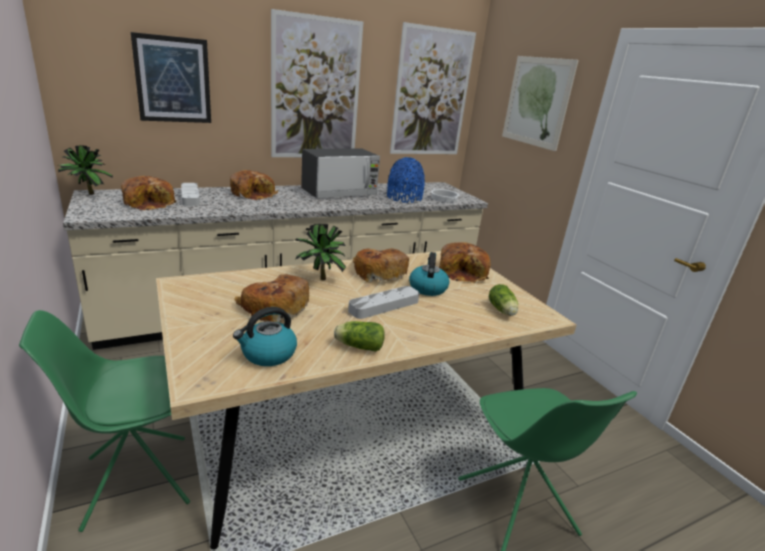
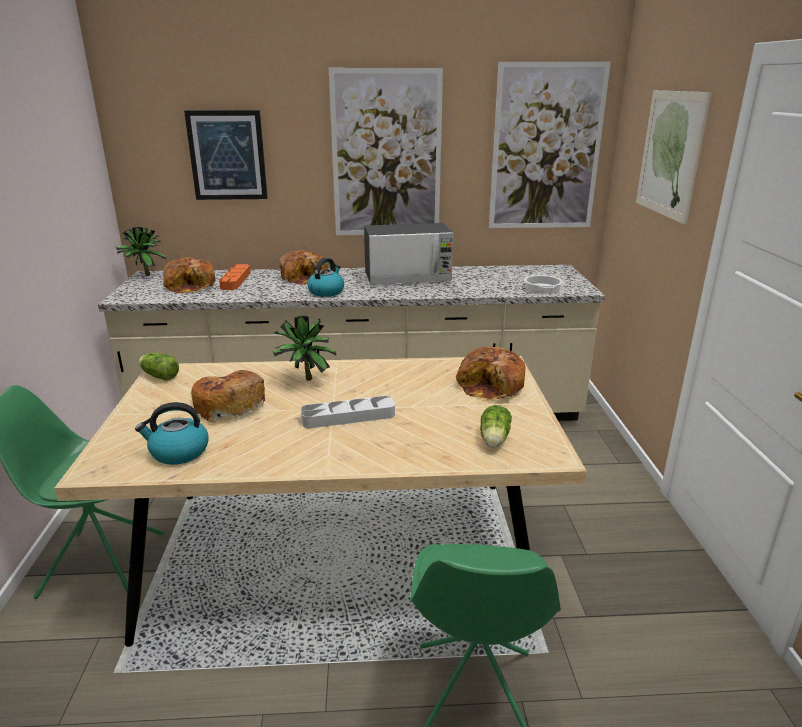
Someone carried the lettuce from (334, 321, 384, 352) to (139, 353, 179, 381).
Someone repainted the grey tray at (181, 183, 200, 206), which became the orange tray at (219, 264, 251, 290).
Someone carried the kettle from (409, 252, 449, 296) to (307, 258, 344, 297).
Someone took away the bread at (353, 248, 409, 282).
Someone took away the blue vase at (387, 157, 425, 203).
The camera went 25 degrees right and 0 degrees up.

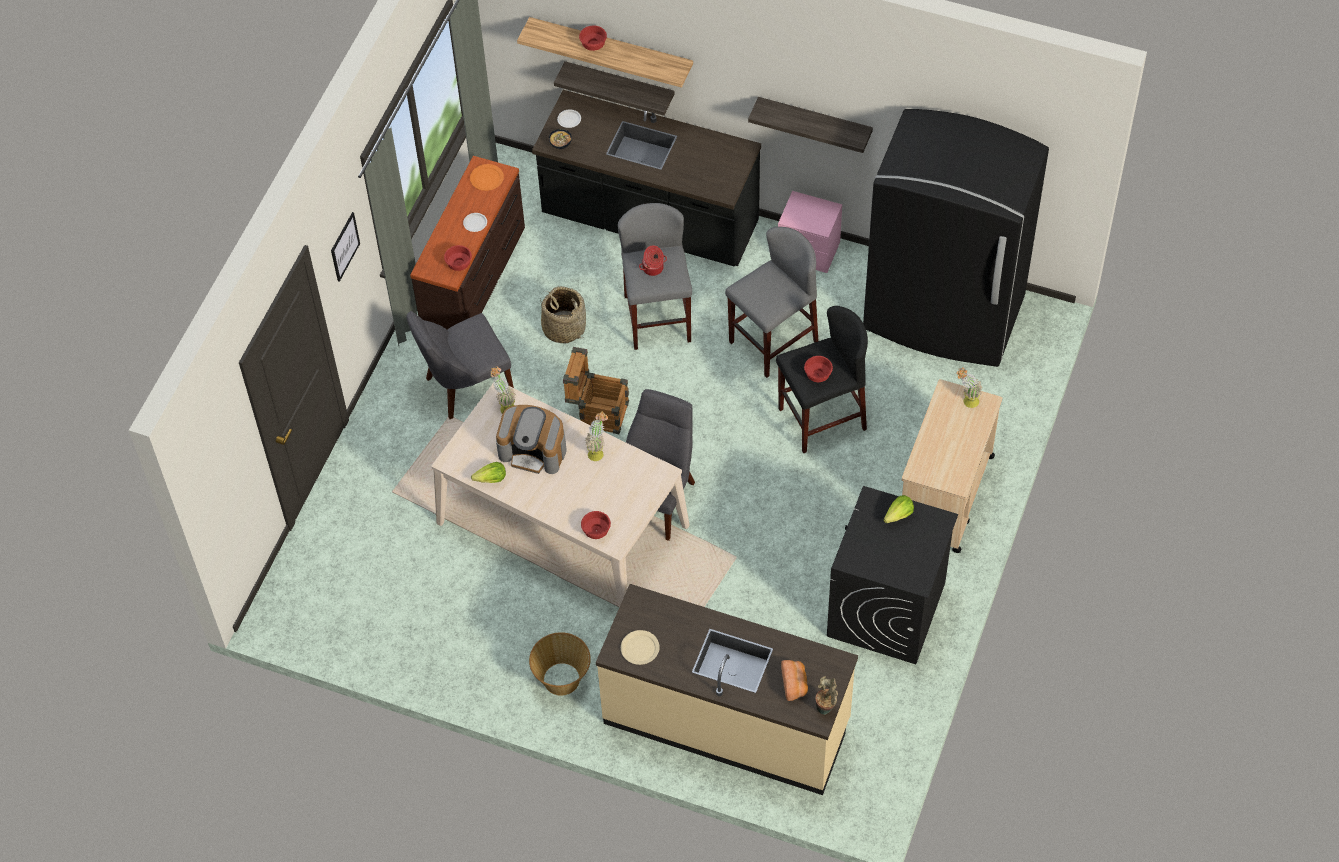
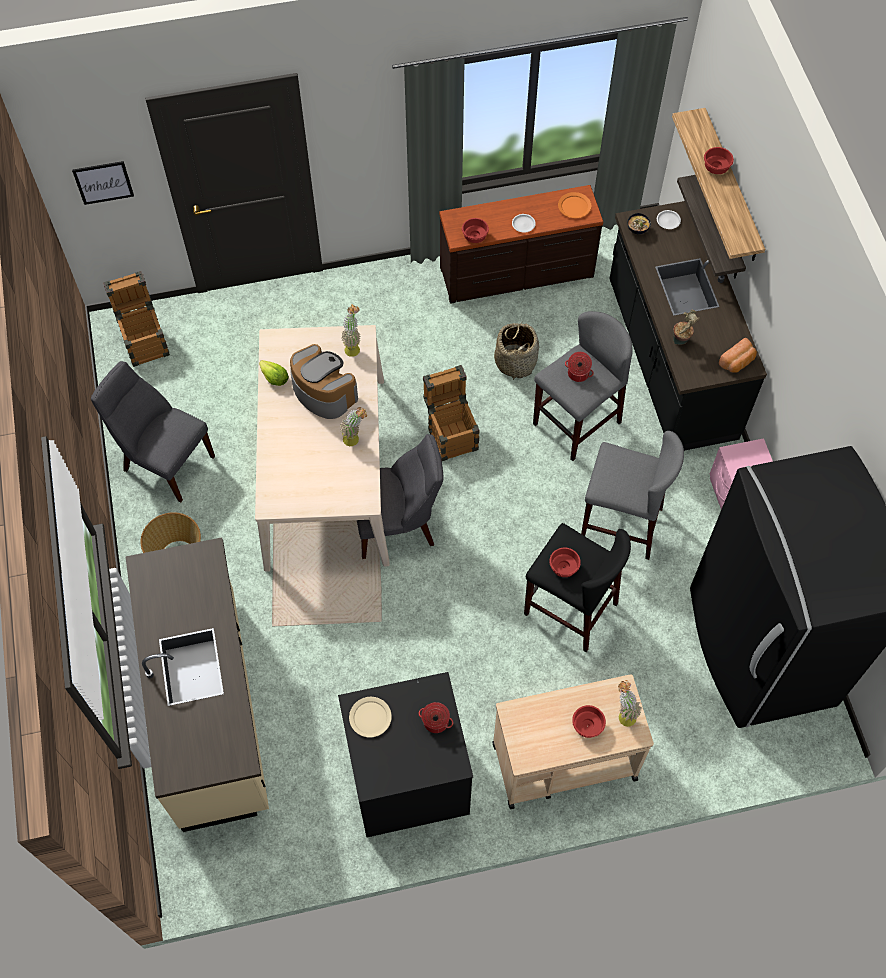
Someone carried the picture from (331, 212, 360, 282) to (72, 161, 134, 205).
Someone carried the grey chair from (406, 311, 514, 419) to (91, 361, 215, 503).
Someone put down the crate at (103, 271, 170, 367).
Someone rotated the coffee machine at (496, 405, 567, 474) by 150 degrees clockwise.
Someone carried the beige plate from (621, 630, 660, 665) to (349, 697, 392, 738).
Someone swapped the lettuce at (883, 495, 914, 523) for the cooking pot at (418, 702, 453, 733).
Someone carried the red bowl from (581, 511, 611, 539) to (572, 705, 606, 738).
Someone carried the potted plant from (815, 676, 838, 715) to (673, 310, 700, 345).
Someone carried the bread from (781, 660, 808, 701) to (719, 338, 757, 373).
Someone took away the shelf at (748, 97, 873, 153).
The camera went 55 degrees right and 5 degrees up.

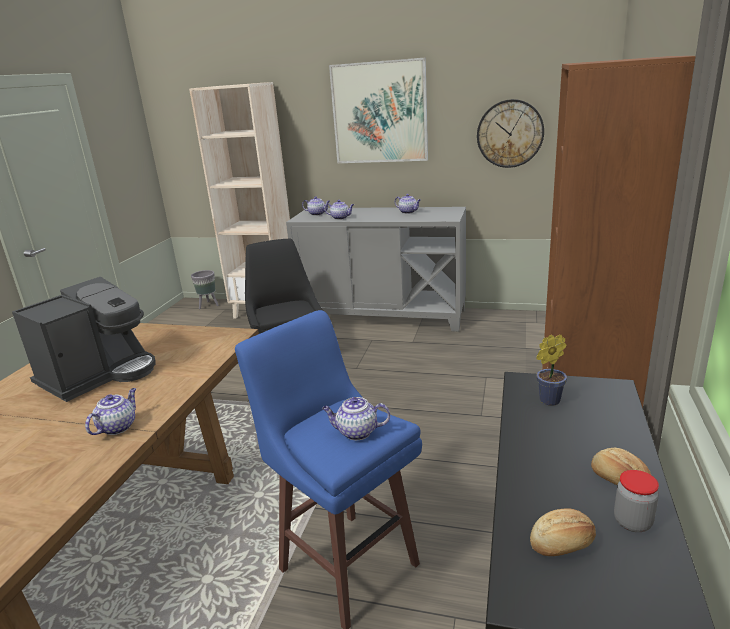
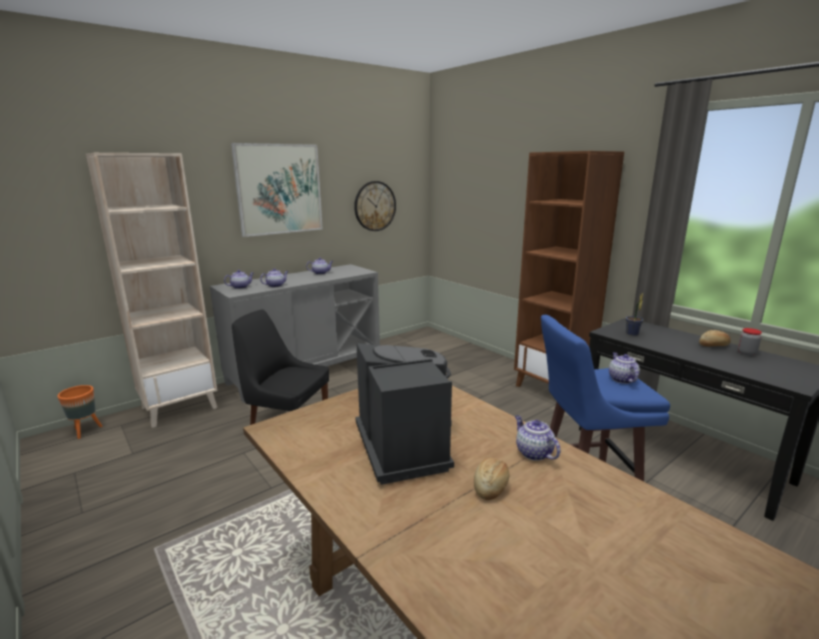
Someone repainted the grey planter at (191, 270, 219, 309), which became the orange planter at (57, 385, 102, 439).
Someone carried the bread from (530, 508, 596, 556) to (474, 458, 510, 500).
Someone rotated the teapot at (322, 397, 390, 440) by 135 degrees clockwise.
The camera went 55 degrees left and 5 degrees down.

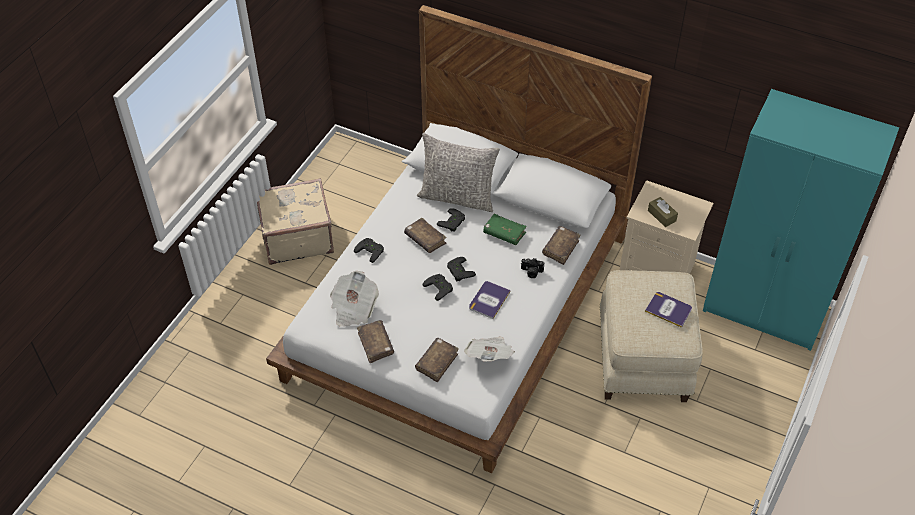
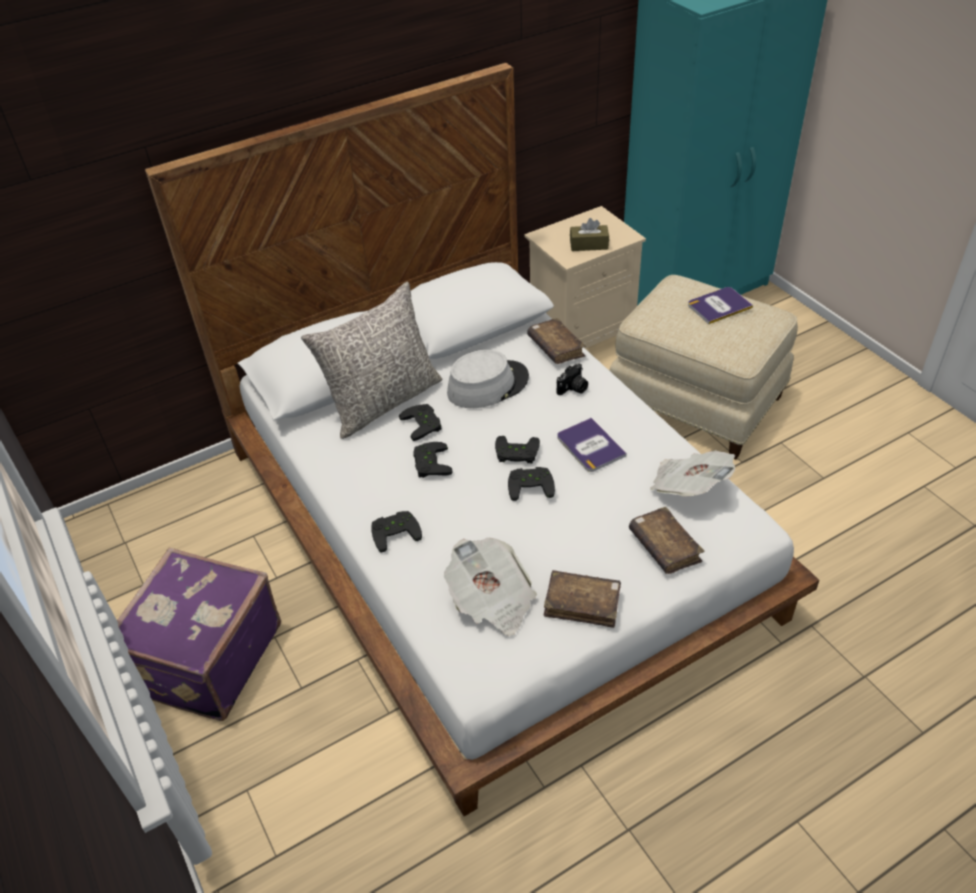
Someone repainted the beige suitcase at (257, 178, 334, 265), which became the purple suitcase at (117, 548, 281, 721).
Someone swapped the brown book at (404, 218, 447, 253) for the black game controller at (413, 442, 452, 478).
Someone swapped the green book at (483, 214, 527, 245) for the grey hat at (447, 350, 529, 408).
The camera went 55 degrees left and 5 degrees down.

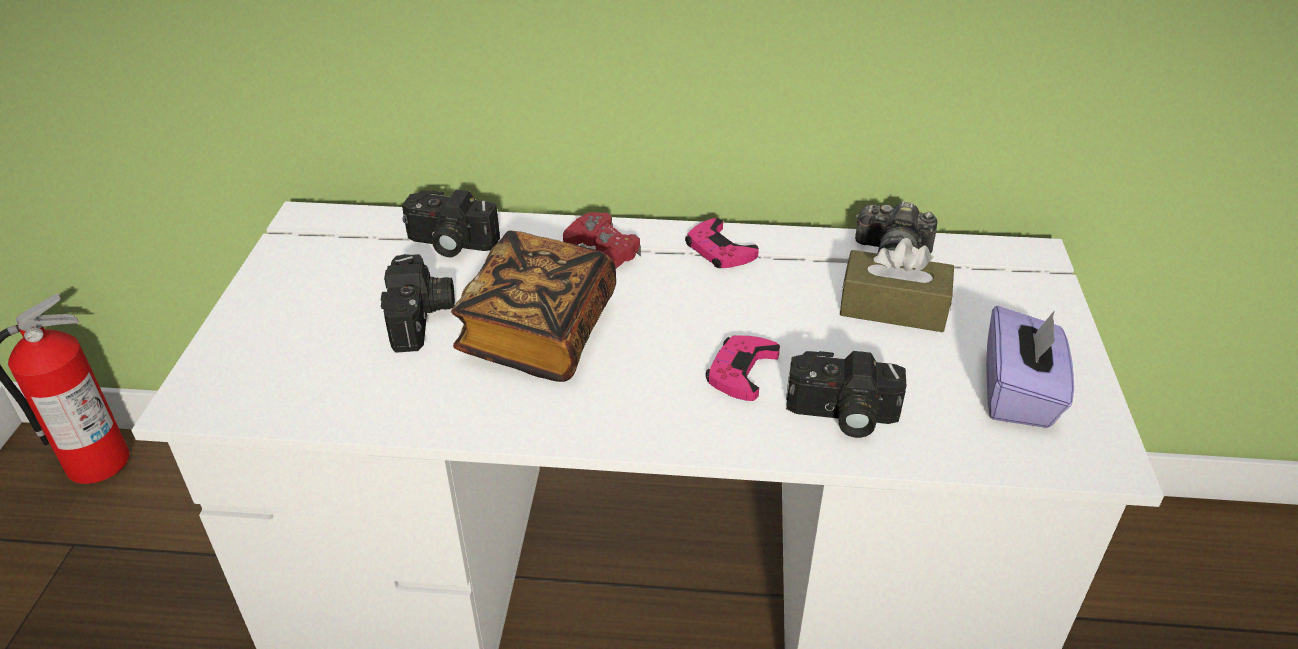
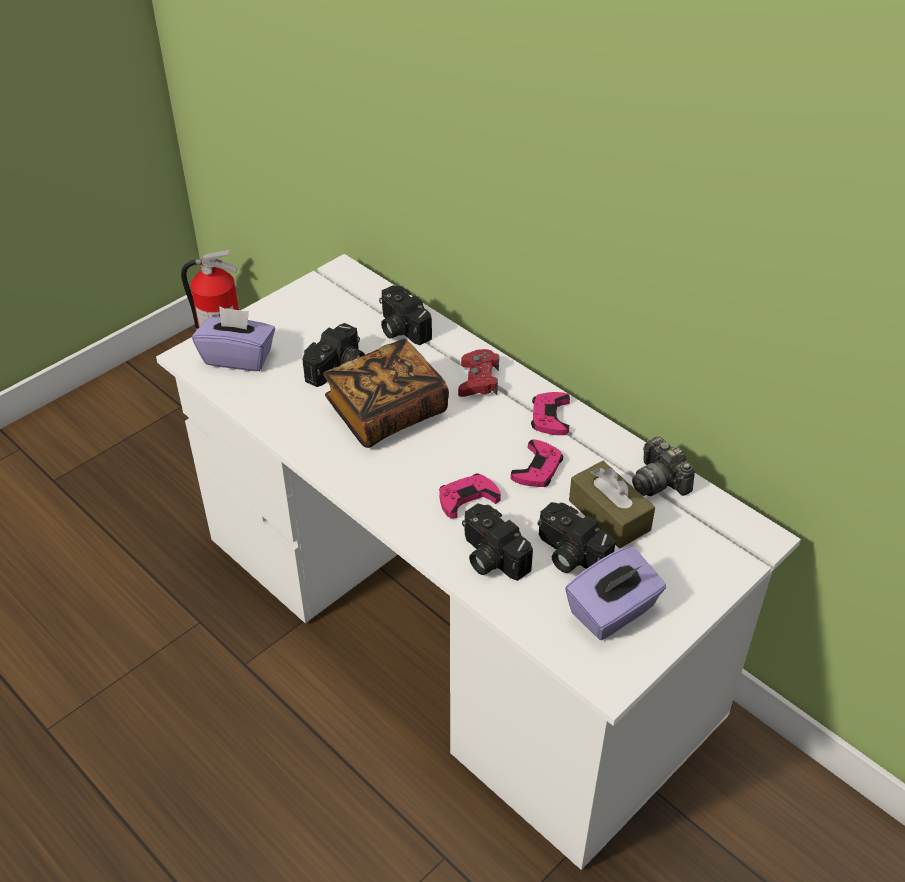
Someone put down the purple tissue box at (192, 306, 275, 371).
Someone put down the pink game controller at (511, 439, 563, 487).
Someone put down the photo camera at (538, 502, 615, 573).
The camera went 40 degrees right and 5 degrees up.

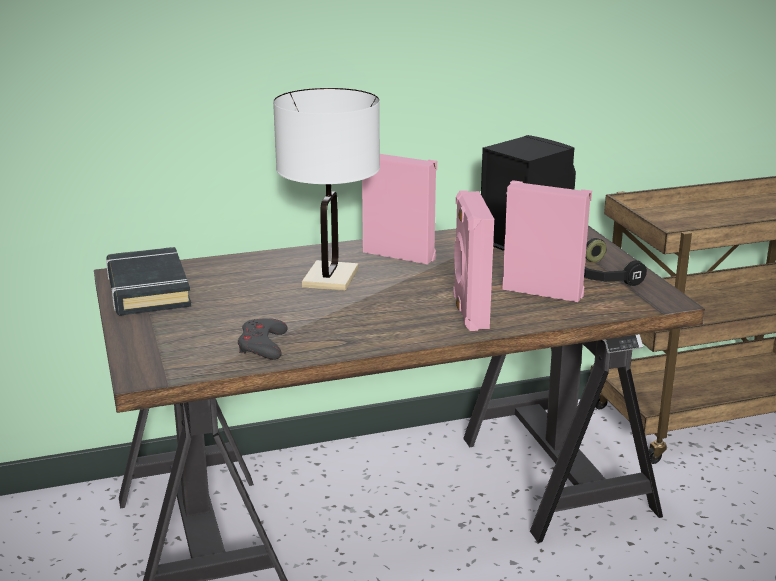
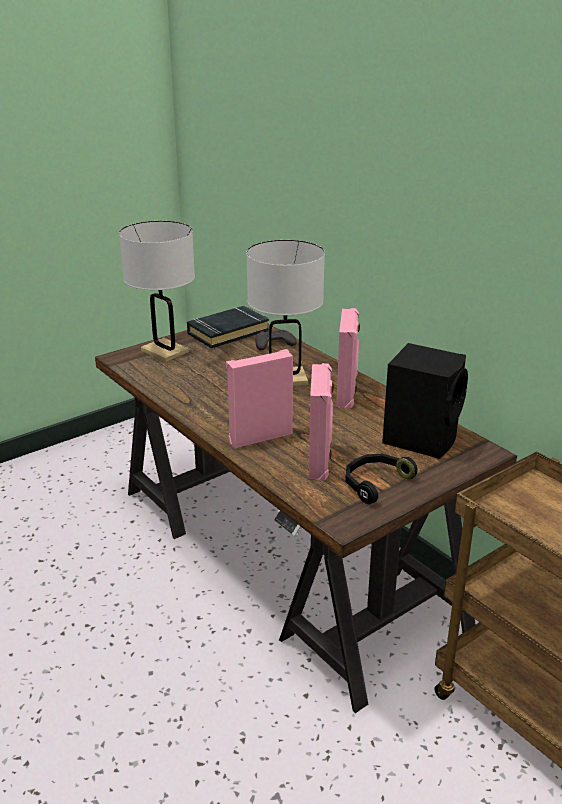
Someone put down the white table lamp at (119, 221, 195, 362).
Someone carried the grey game controller from (238, 318, 288, 360) to (255, 330, 297, 350).
The camera went 70 degrees right and 5 degrees up.

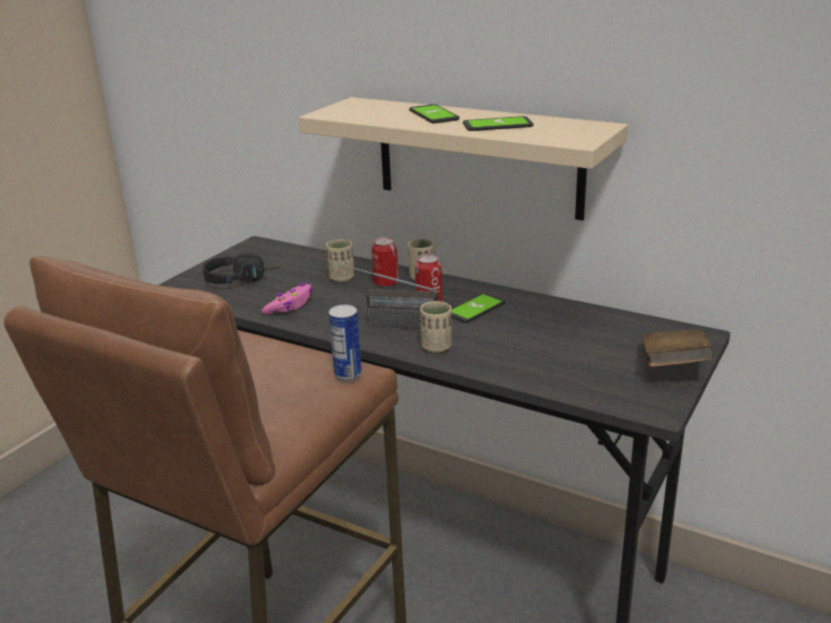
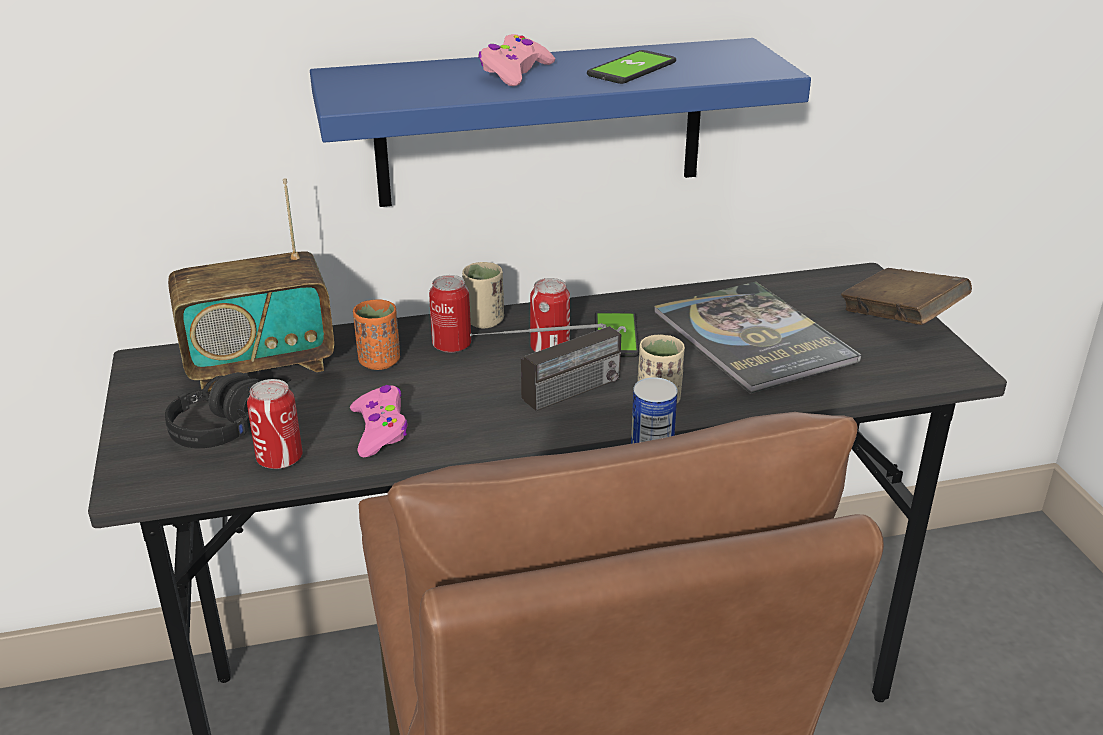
Someone put down the radio at (168, 178, 334, 392).
Someone put down the can at (247, 379, 302, 469).
Someone repainted the beige shelf at (299, 97, 628, 220), which became the blue shelf at (310, 38, 811, 207).
Someone repainted the beige cup at (326, 239, 354, 282), which became the orange cup at (353, 299, 400, 370).
Someone swapped the phone at (409, 104, 460, 123) for the pink game controller at (478, 34, 555, 86).
Someone put down the book at (654, 281, 861, 394).
The camera went 45 degrees left and 5 degrees up.

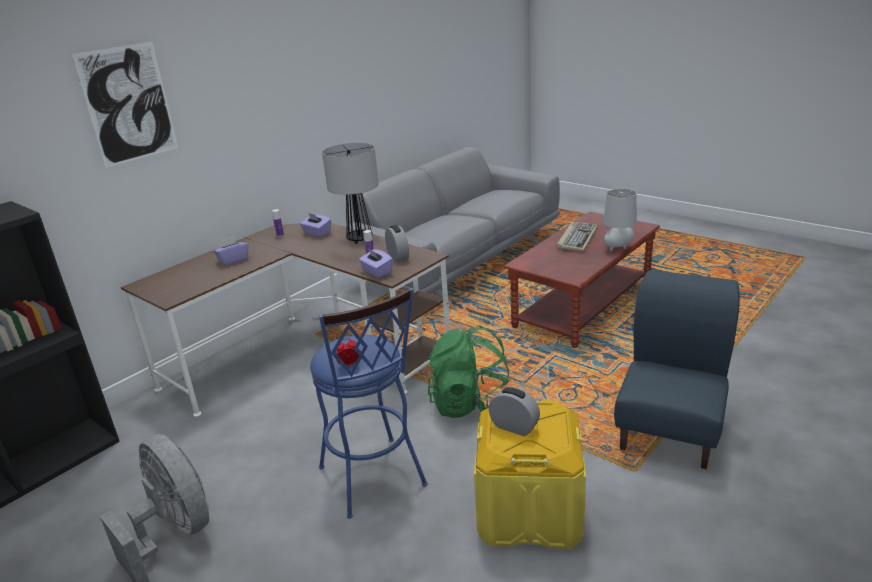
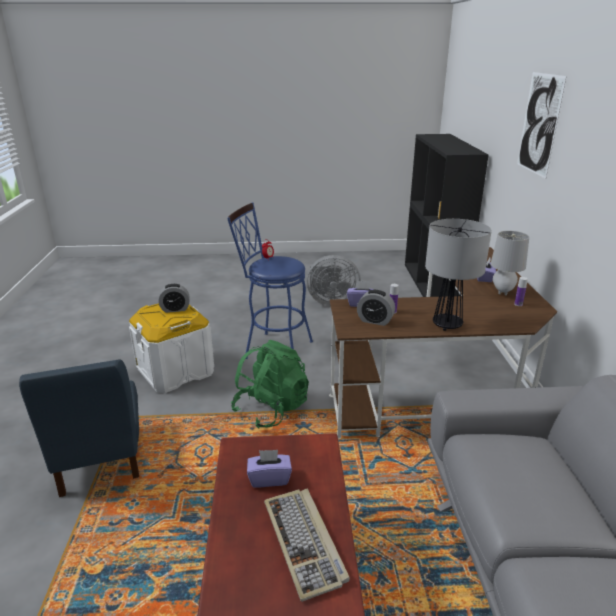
Someone repainted the yellow storage box at (474, 399, 586, 549), which became the white storage box at (129, 303, 214, 393).
Someone carried the purple tissue box from (300, 213, 331, 237) to (247, 450, 292, 488).
Someone carried the grey table lamp from (603, 189, 637, 251) to (491, 231, 529, 295).
The camera went 135 degrees right and 0 degrees up.

